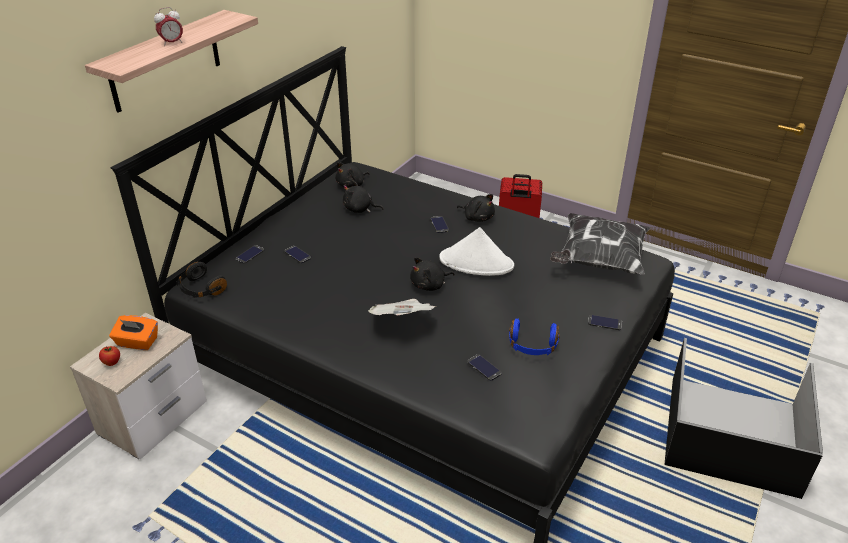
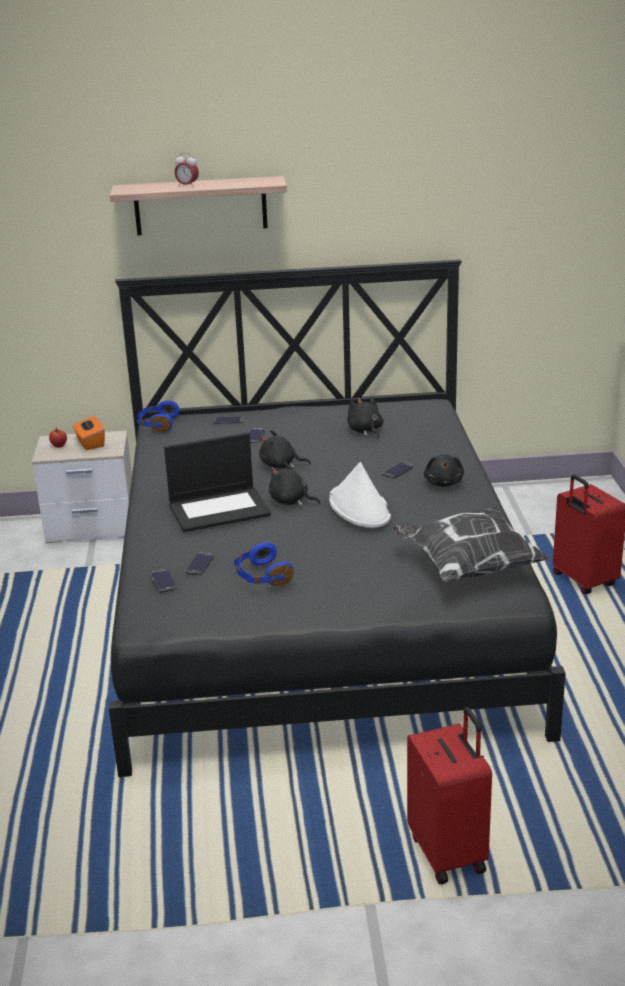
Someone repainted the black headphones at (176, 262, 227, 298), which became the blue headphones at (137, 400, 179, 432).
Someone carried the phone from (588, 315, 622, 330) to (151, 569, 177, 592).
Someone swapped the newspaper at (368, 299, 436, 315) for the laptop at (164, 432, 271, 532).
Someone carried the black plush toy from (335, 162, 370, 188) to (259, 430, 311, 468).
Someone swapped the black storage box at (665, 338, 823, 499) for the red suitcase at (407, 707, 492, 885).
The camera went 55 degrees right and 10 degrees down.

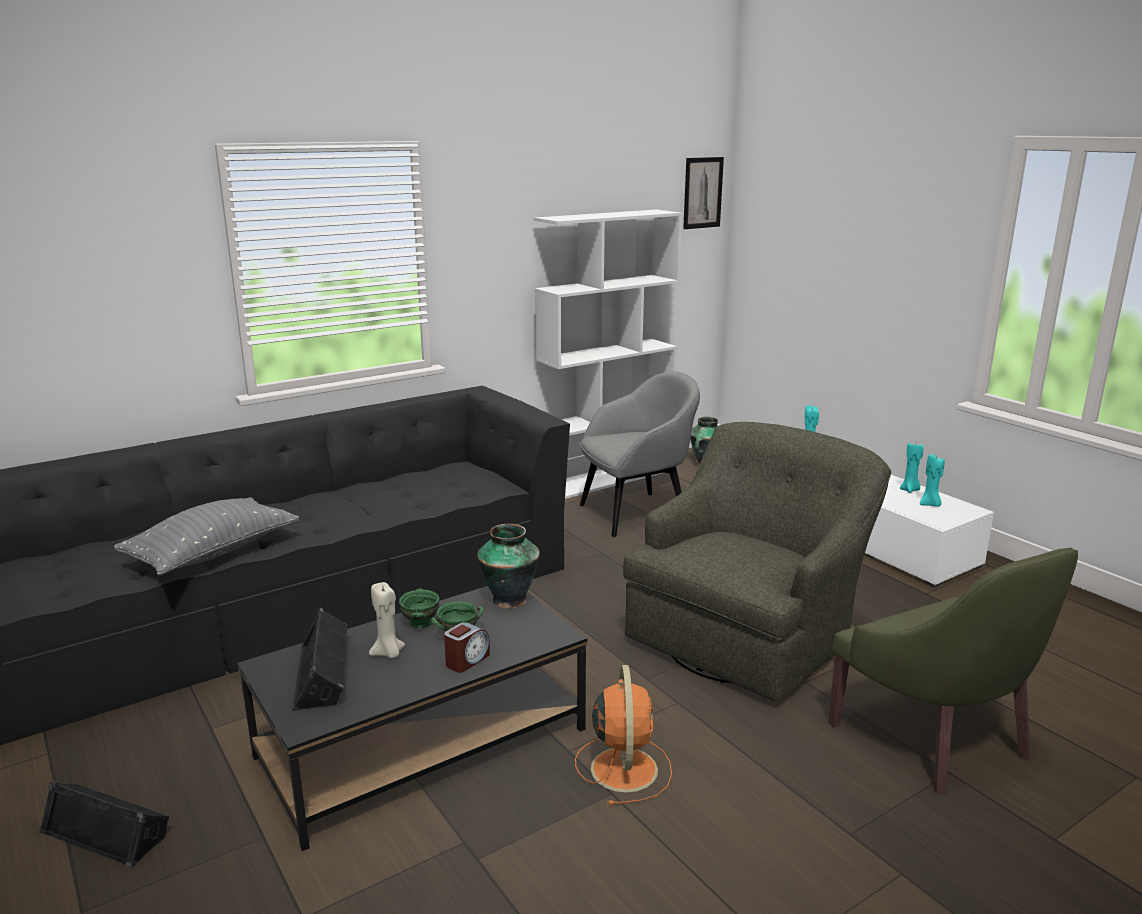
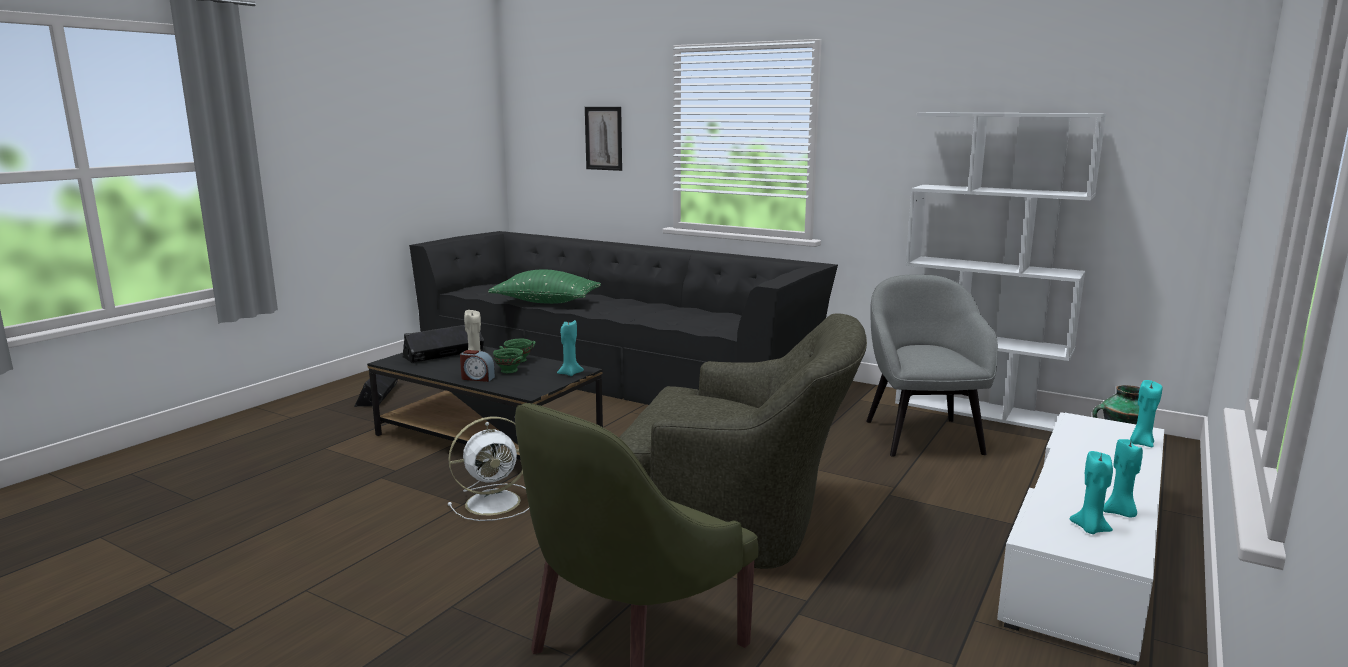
Someone repainted the orange fan at (575, 665, 672, 806), which became the white fan at (448, 417, 529, 521).
Someone repainted the grey pillow at (114, 497, 299, 575), which became the green pillow at (488, 269, 601, 304).
Someone swapped the vase at (477, 524, 540, 609) for the turquoise candle at (557, 320, 584, 376).
Someone carried the picture from (683, 157, 724, 229) to (585, 107, 622, 171).
Someone rotated the grey armchair at (580, 371, 700, 537) by 135 degrees counterclockwise.
The camera went 65 degrees right and 5 degrees down.

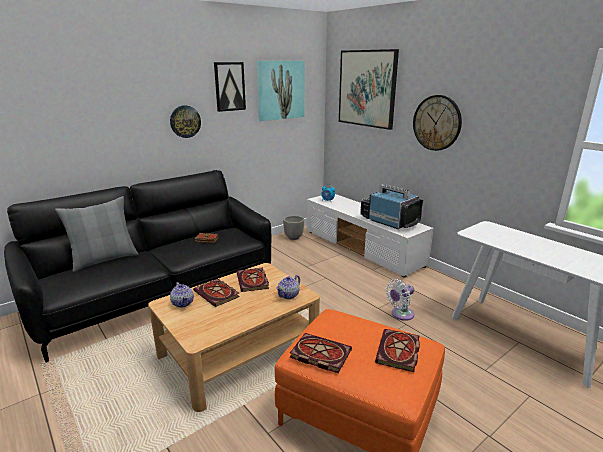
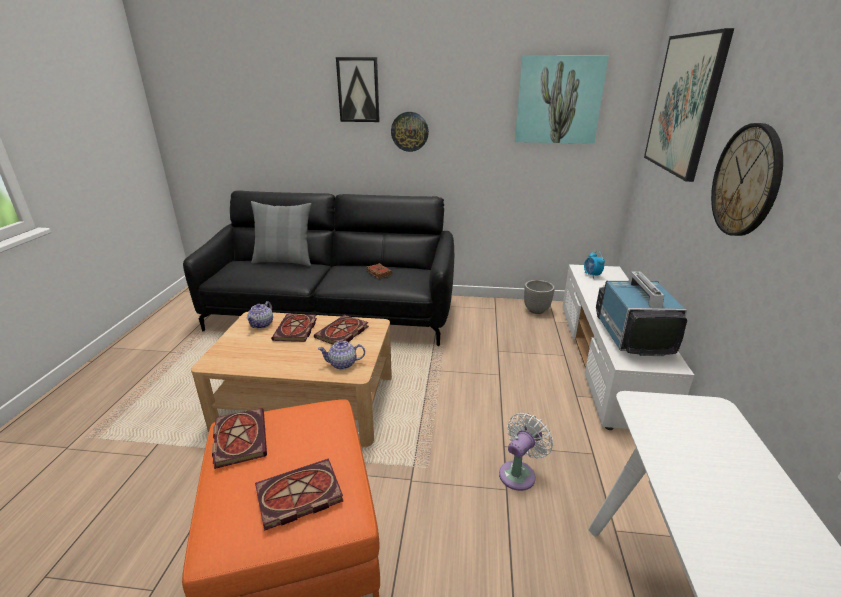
Someone carried the picture from (214, 62, 246, 112) to (336, 57, 380, 122).
Someone rotated the white fan at (386, 279, 415, 321) by 120 degrees clockwise.
The camera went 45 degrees right and 5 degrees up.

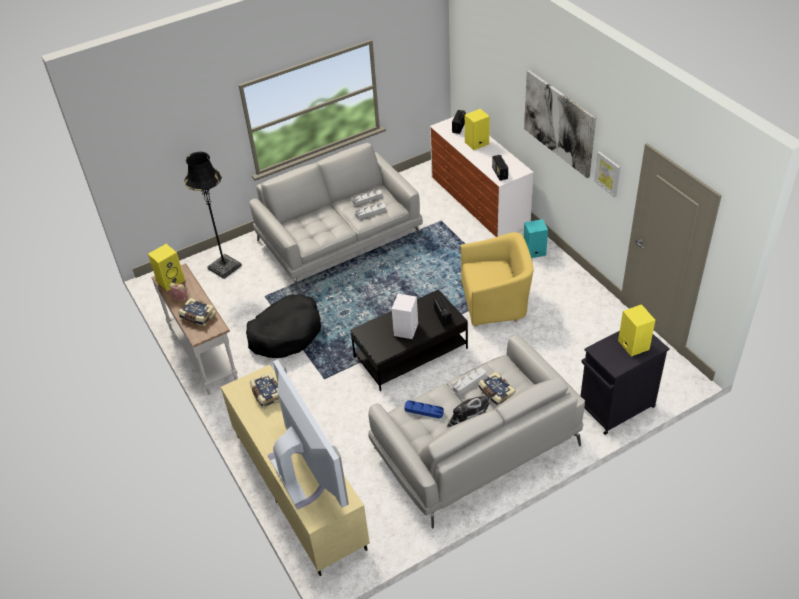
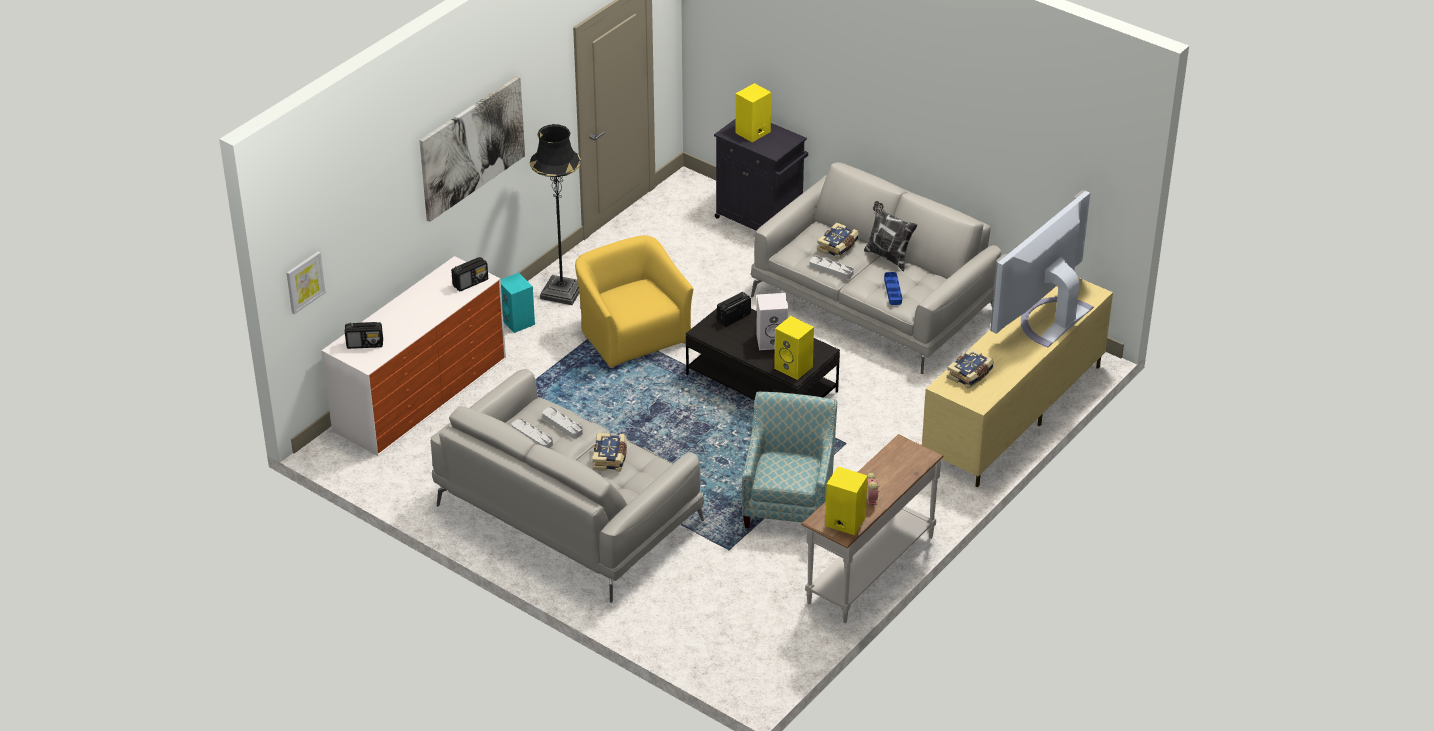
Someone carried the picture from (594, 151, 620, 197) to (287, 251, 326, 314).
Someone carried the black floor lamp from (184, 152, 242, 279) to (530, 124, 581, 305).
Someone carried the book from (178, 298, 216, 326) to (592, 433, 627, 471).
Someone swapped the black dog bed at (246, 294, 321, 358) for the armchair at (742, 391, 837, 529).
Someone carried the yellow speaker from (465, 109, 490, 150) to (774, 316, 814, 380).
The camera went 115 degrees left and 5 degrees down.

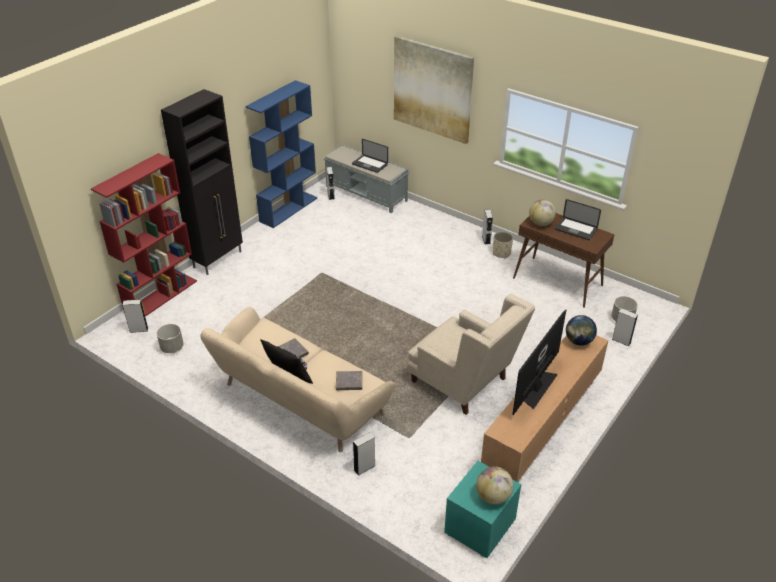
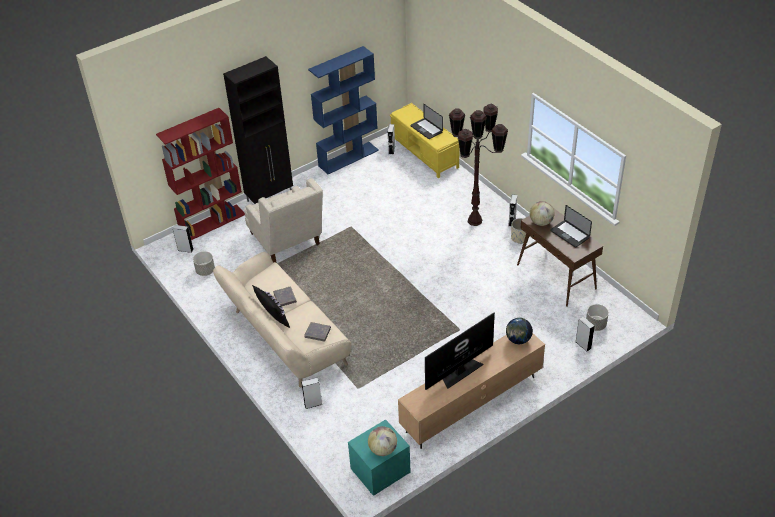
Someone carried the beige armchair from (408, 294, 535, 415) to (244, 178, 323, 263).
Someone repainted the grey bench at (324, 145, 409, 213), which became the yellow bench at (390, 103, 459, 178).
Someone put down the brown floor lamp at (449, 104, 508, 226).
Someone took away the picture at (394, 36, 474, 144).
The camera went 20 degrees right and 5 degrees up.

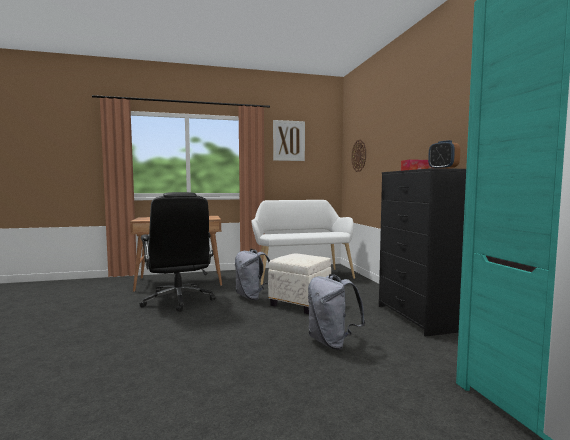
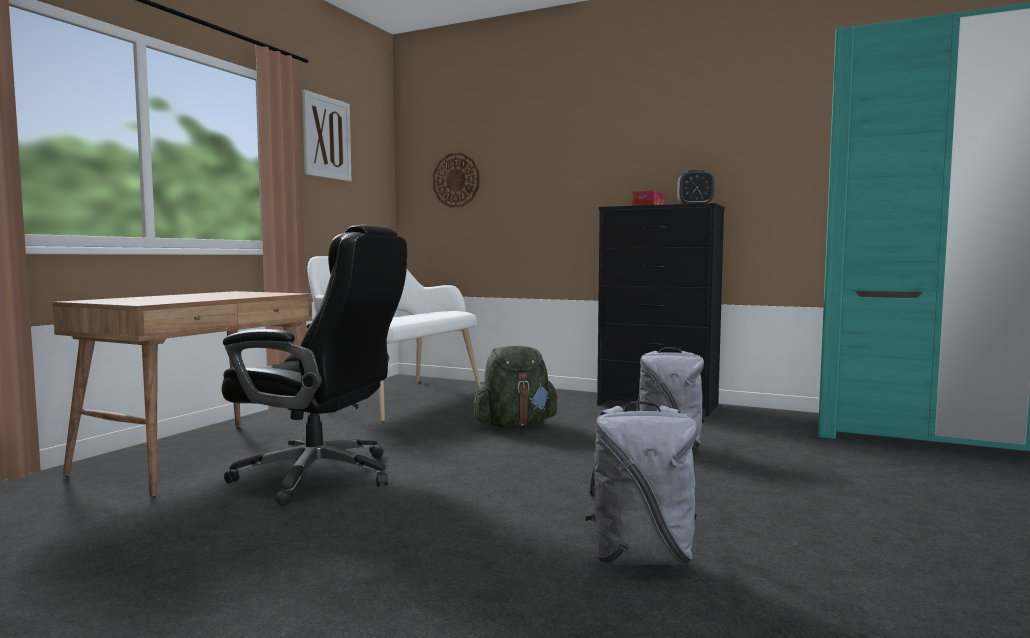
Someone swapped the white ottoman at (268, 254, 331, 314) for the green backpack at (474, 346, 558, 429).
Someone carried the grey backpack from (235, 249, 270, 300) to (585, 401, 697, 565).
The camera went 50 degrees left and 0 degrees up.

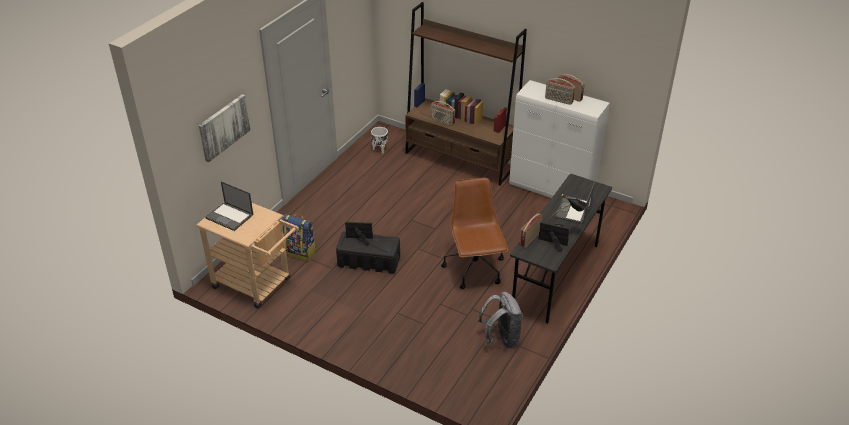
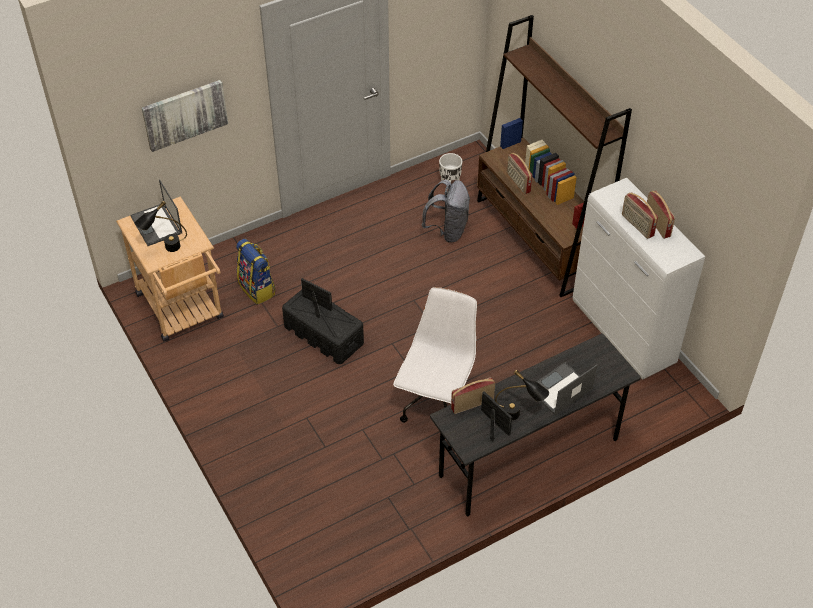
Someone put down the black table lamp at (135, 201, 187, 252).
Someone repainted the brown office chair at (441, 178, 508, 289), which became the white office chair at (393, 287, 477, 423).
Someone carried the grey backpack from (478, 292, 523, 348) to (422, 180, 470, 243).
The camera went 30 degrees right and 10 degrees up.

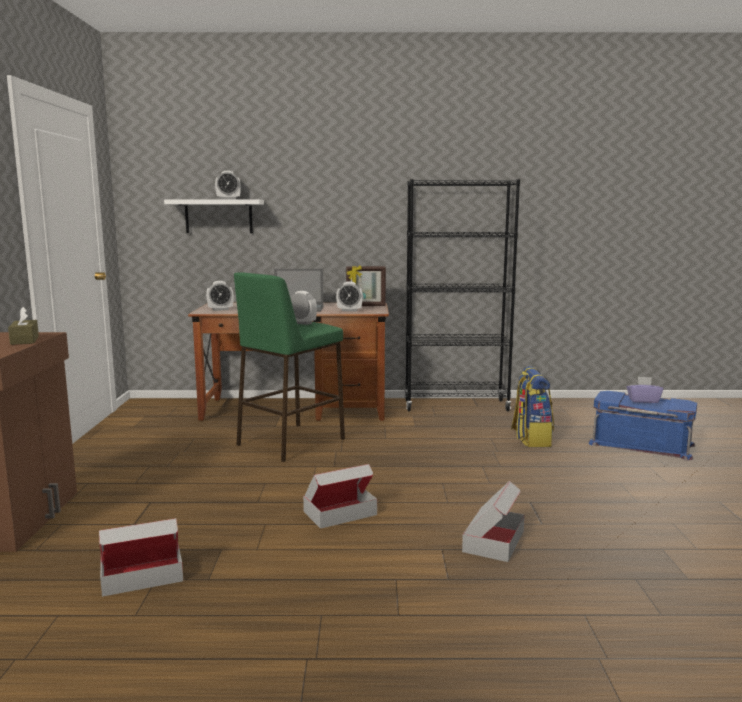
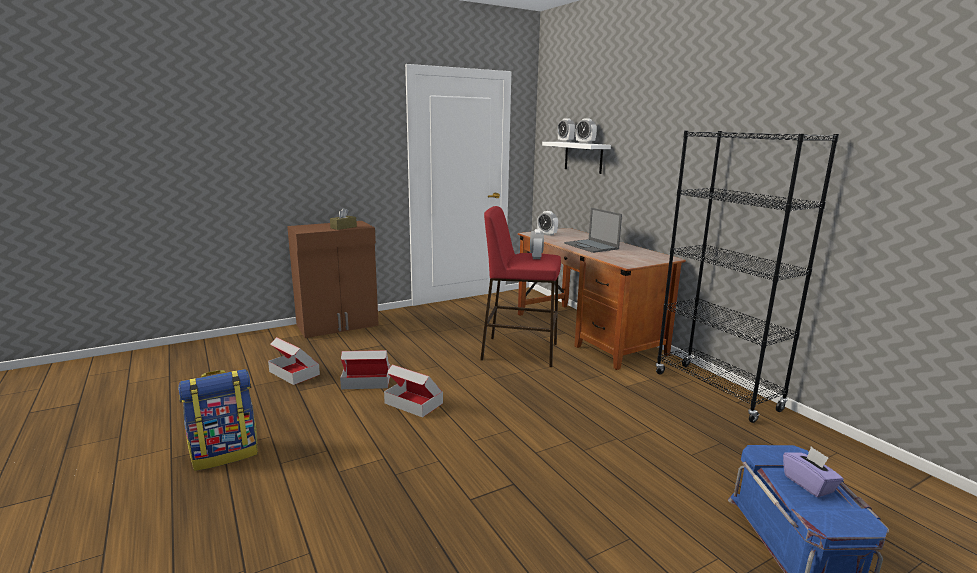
Someone carried the backpack from (511, 366, 554, 447) to (178, 369, 258, 471).
Someone carried the cardboard box from (462, 481, 525, 562) to (340, 350, 390, 389).
Someone repainted the green stool at (234, 272, 345, 462), which became the red stool at (480, 206, 561, 367).
Someone carried the alarm clock from (336, 281, 363, 311) to (557, 118, 575, 142).
Someone took away the picture frame at (346, 265, 386, 306).
The camera went 60 degrees right and 5 degrees up.

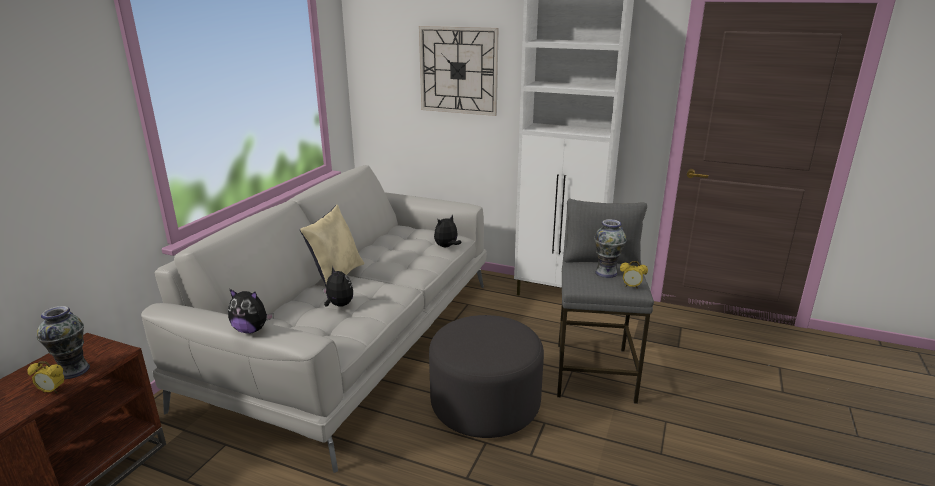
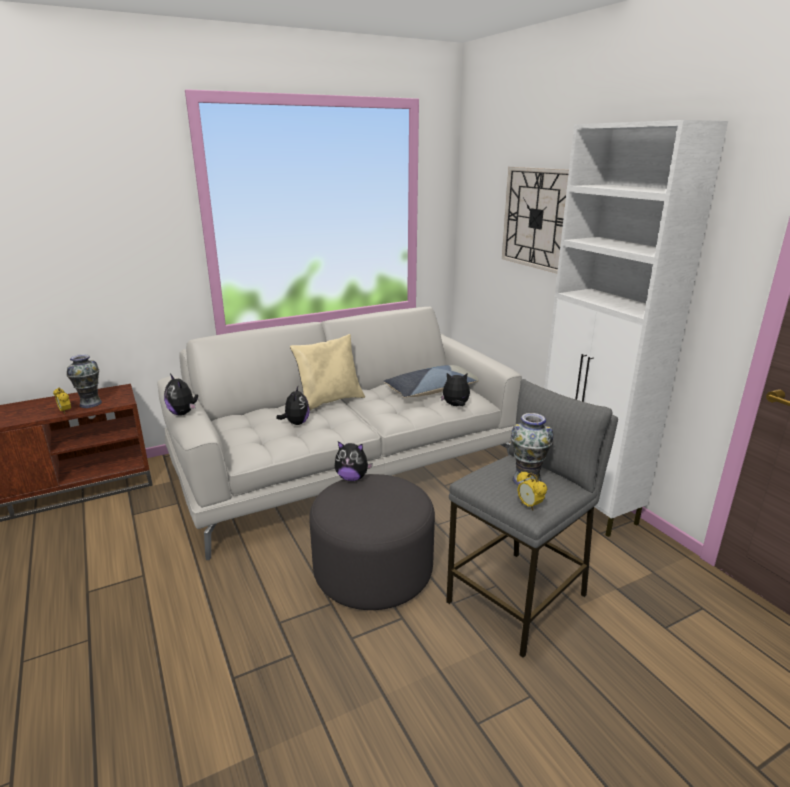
Someone put down the plush toy at (335, 441, 373, 481).
Someone put down the pillow at (383, 365, 479, 398).
The camera went 40 degrees right and 0 degrees up.

